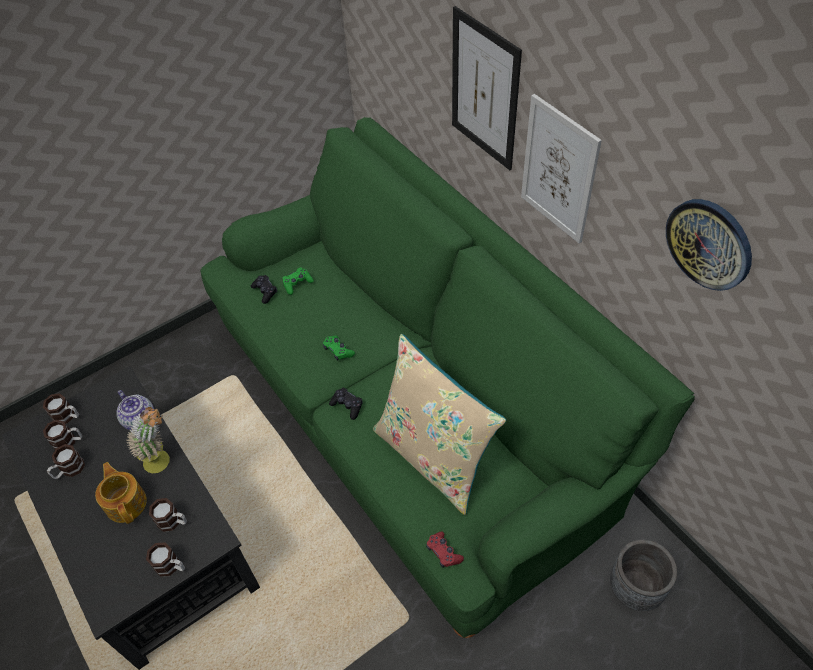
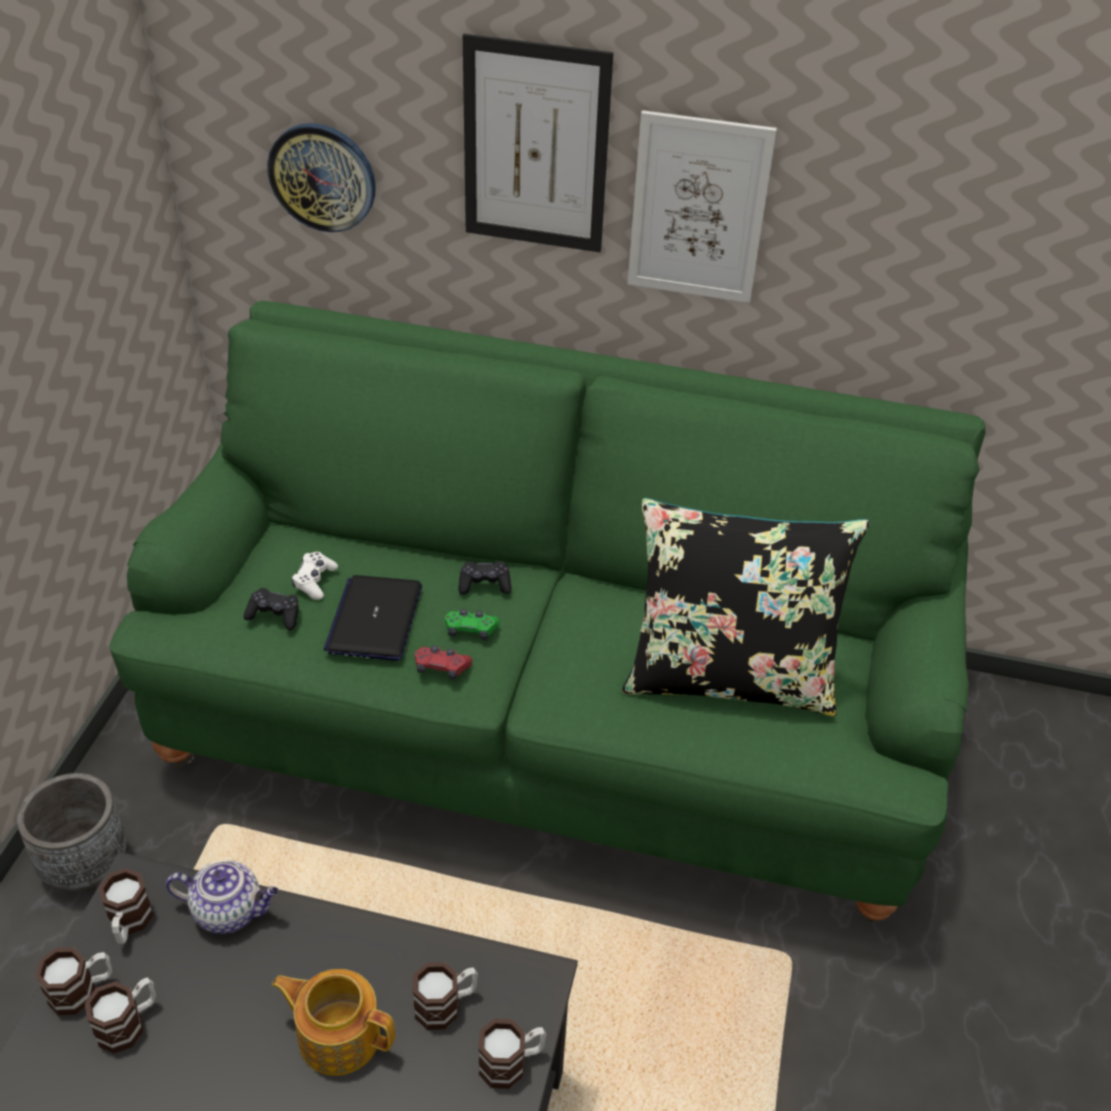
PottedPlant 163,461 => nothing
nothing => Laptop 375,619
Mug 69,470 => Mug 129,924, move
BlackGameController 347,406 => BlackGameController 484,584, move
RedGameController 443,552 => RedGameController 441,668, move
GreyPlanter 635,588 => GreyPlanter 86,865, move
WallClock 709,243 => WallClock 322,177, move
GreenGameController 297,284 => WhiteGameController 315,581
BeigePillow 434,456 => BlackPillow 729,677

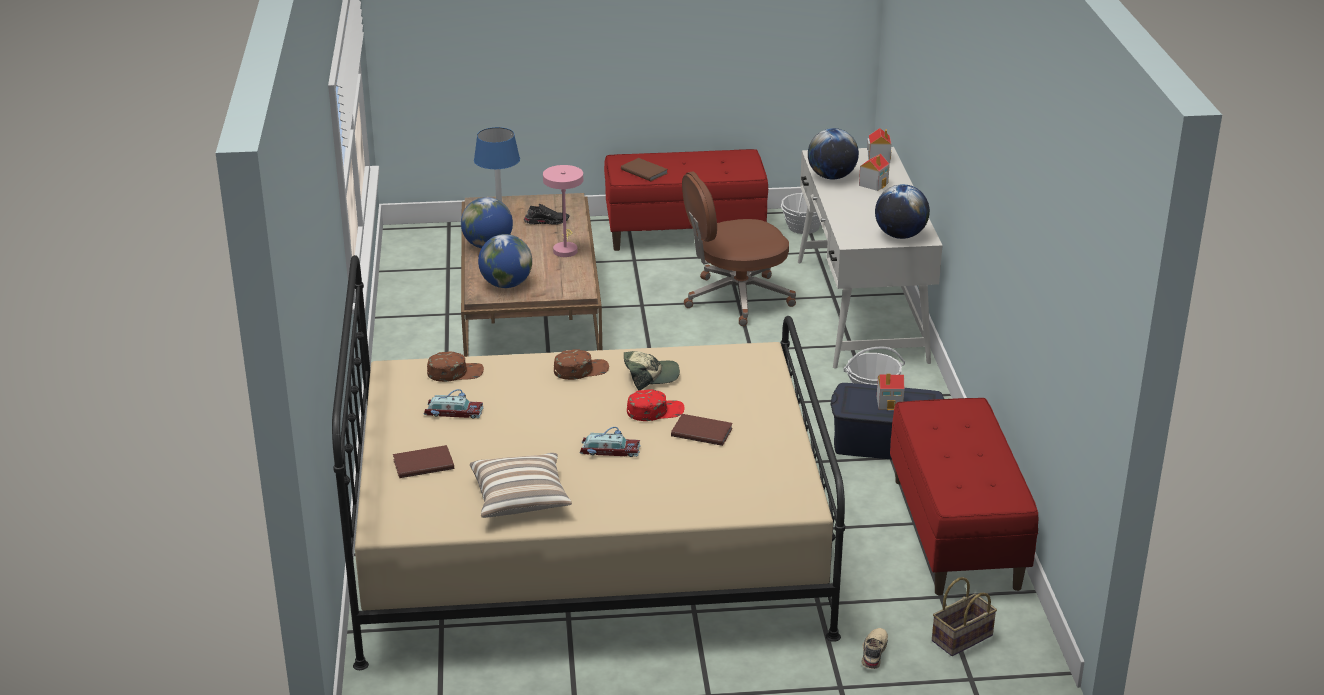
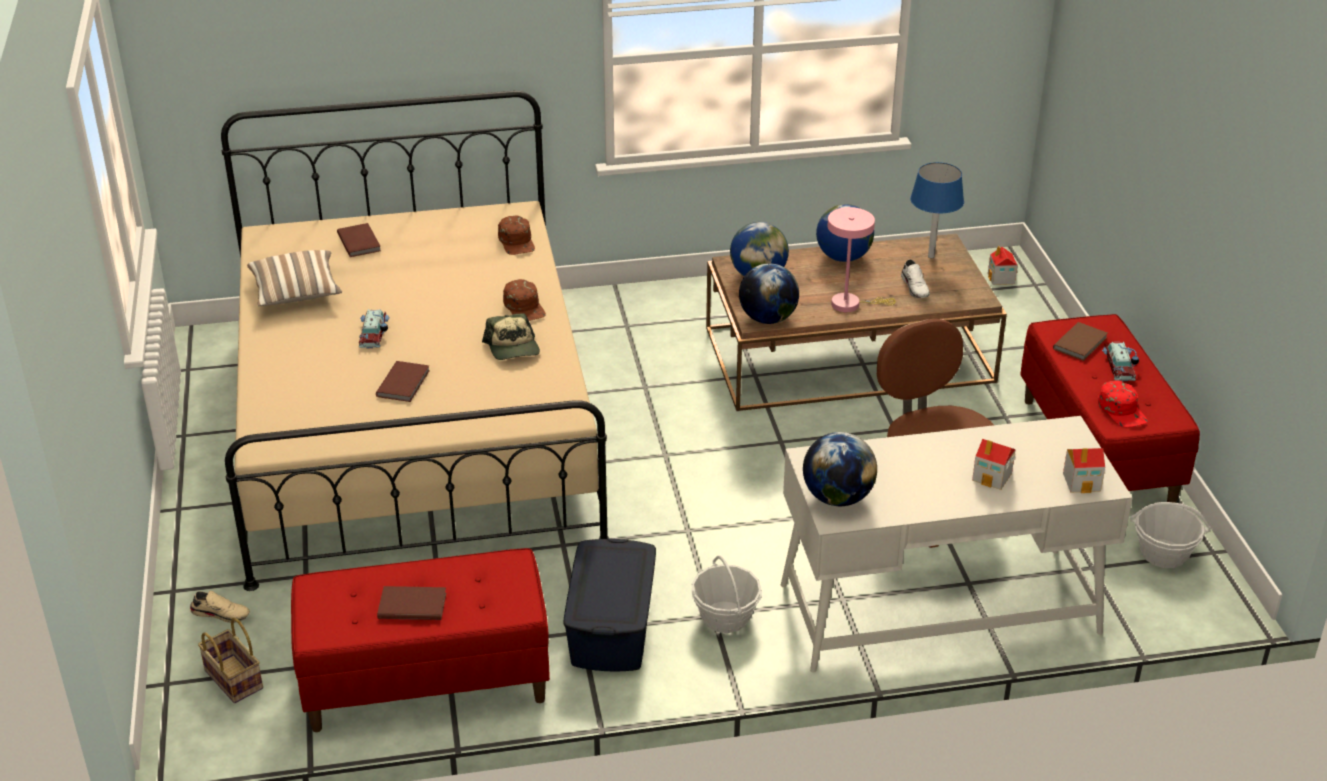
nothing => BrownBook 411,604
ToyCar 453,411 => ToyCar 1120,365, move
RedCap 655,411 => RedCap 1122,410, move
Globe 831,177 => Globe 768,319, move
ToyHouse 890,402 => ToyHouse 1001,278, move
BlackShoe 546,221 => WhiteShoe 915,287

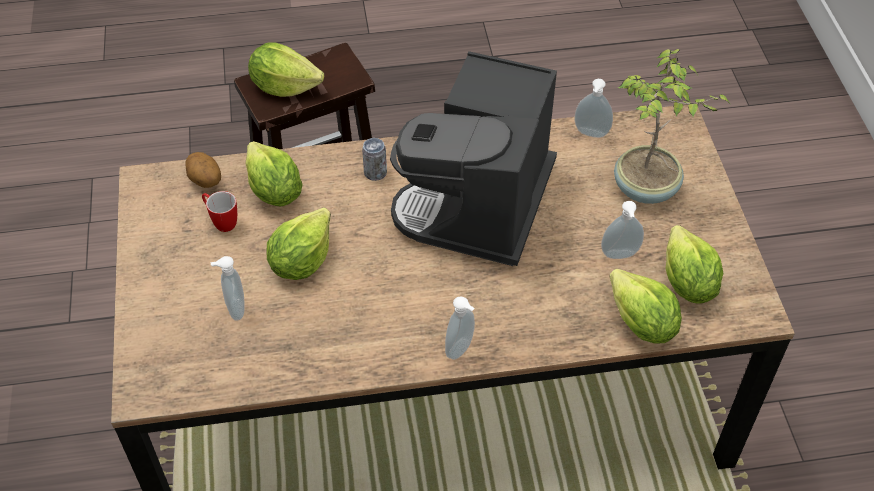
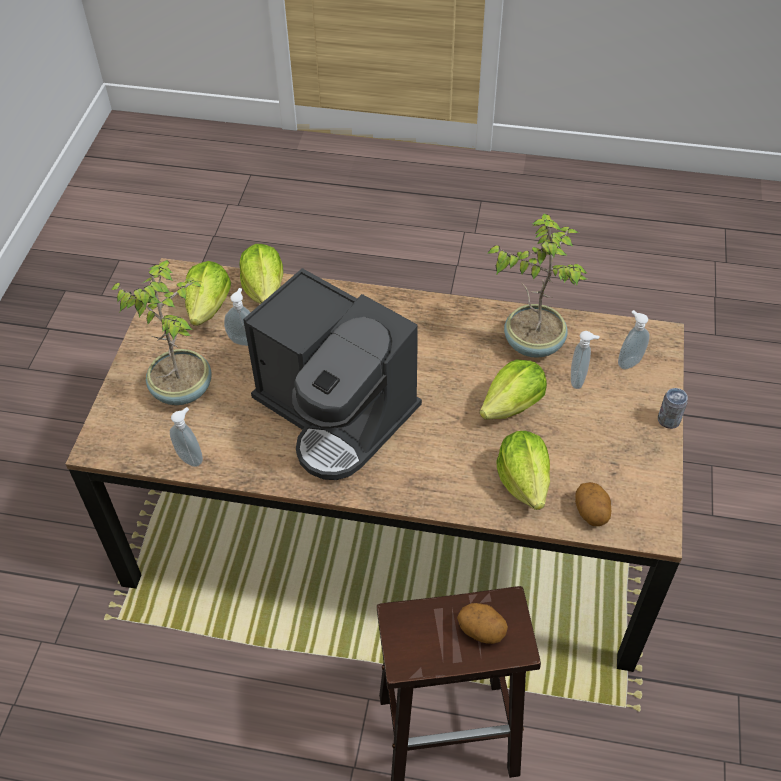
Mug 221,222 => nothing
nothing => PottedPlant 533,342
Can 375,173 => Can 668,420, move
SoapDispenser 461,350 => SoapDispenser 628,361, move
Lettuce 284,86 => Potato 481,630
CoffeeMachine 480,206 => CoffeeMachine 336,413, 90 degrees clockwise

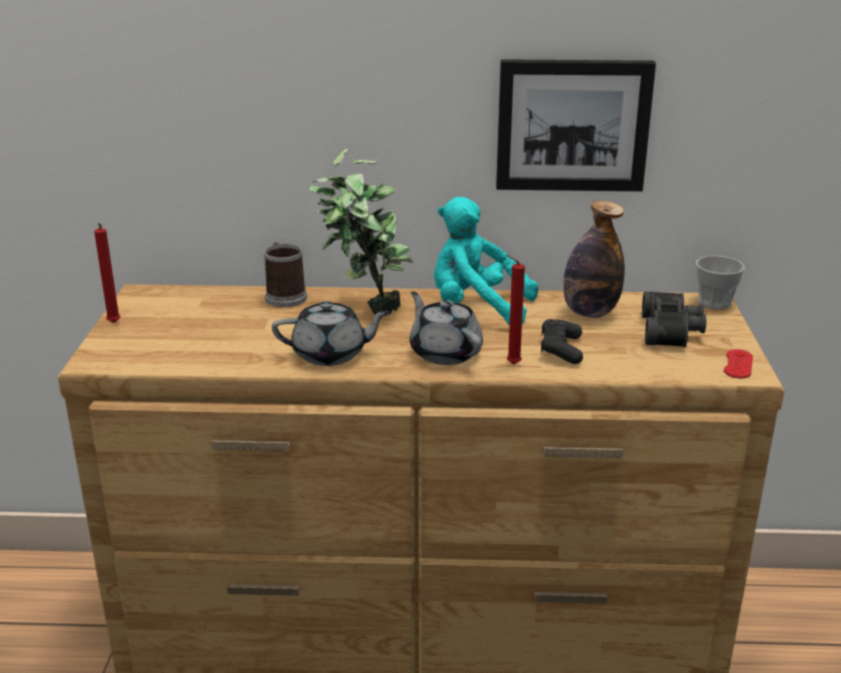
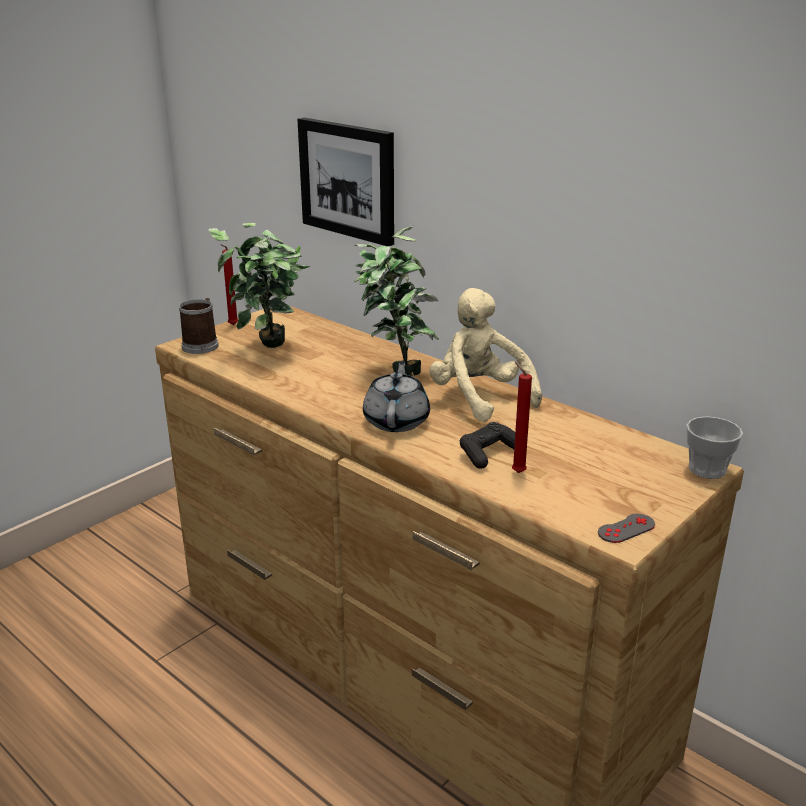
GreyTeapot 331,354 => nothing
Bottle 590,312 => nothing
BlackBinoculars 672,331 => nothing
nothing => PottedPlant 268,350
Mug 284,296 => Mug 202,344, move
Picture 572,125 => Picture 348,180, move
RedCandle 511,364 => RedCandle 516,472, move
TurquoisePlushToy 476,309 => BeigePlushToy 479,398
RedGameController 738,364 => GreyGameController 626,528

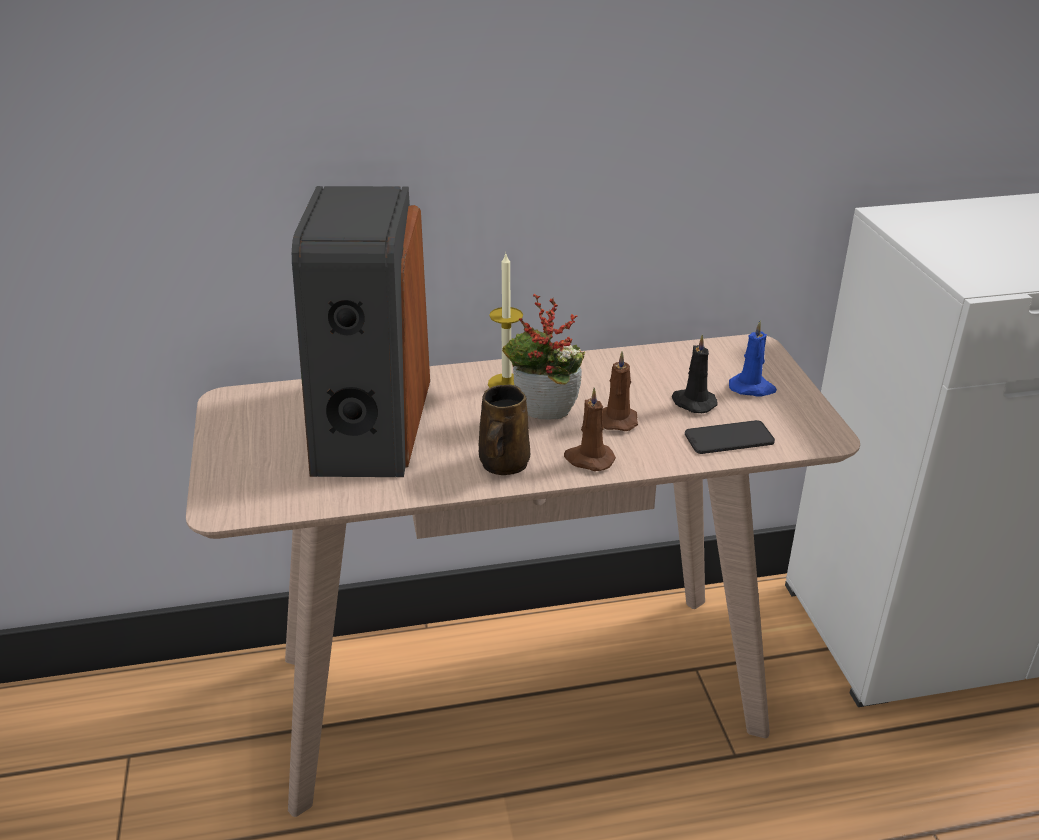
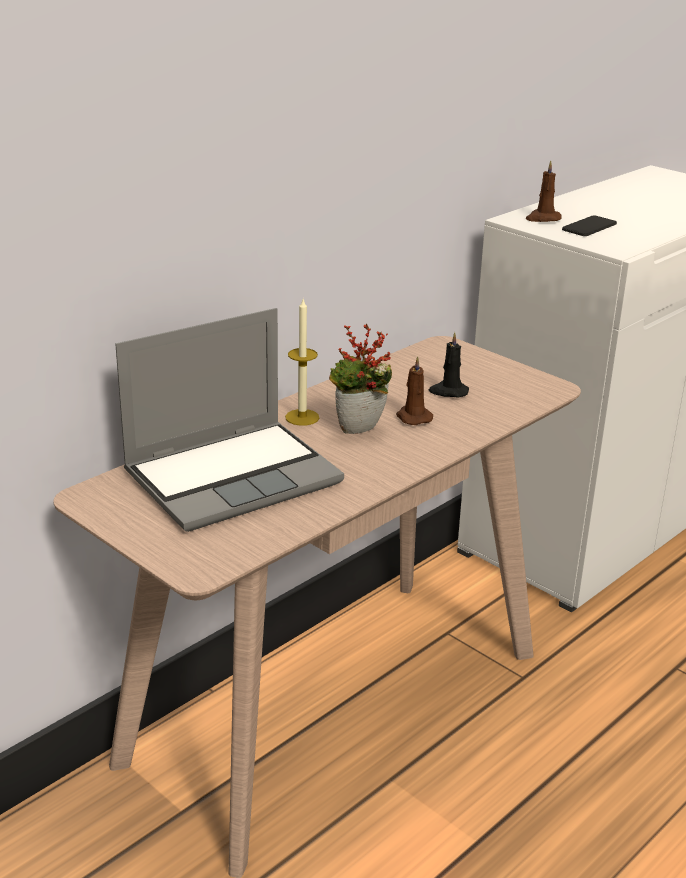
BrownMug 503,465 => nothing
BlueCandle 752,388 => nothing
BrownCandle 588,459 => BrownCandle 542,218, move
Phone 729,438 => Phone 589,227, move
Speaker 369,424 => Laptop 234,476

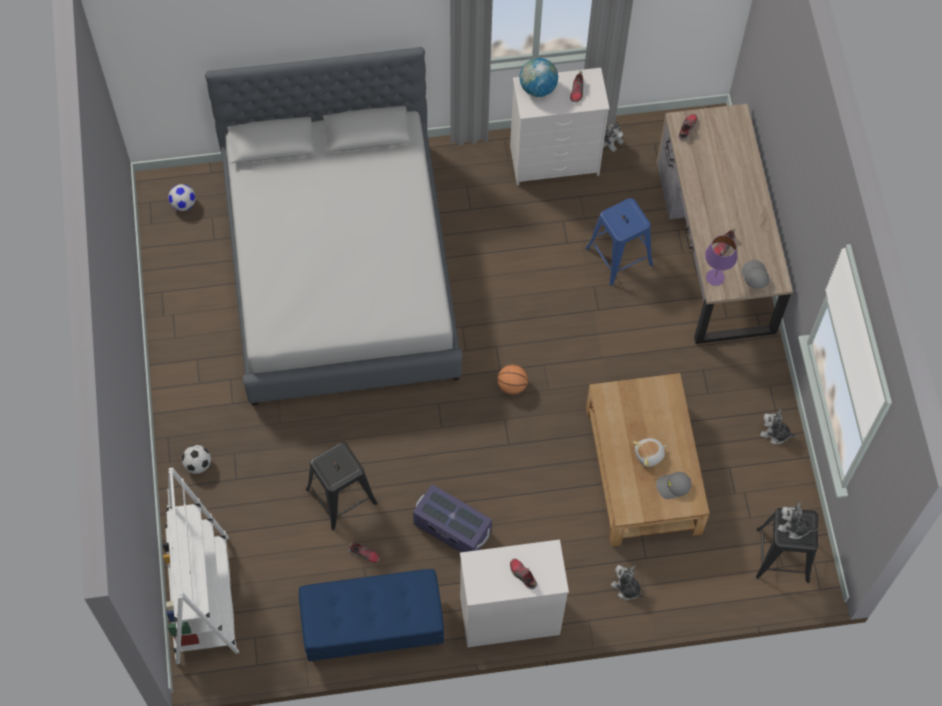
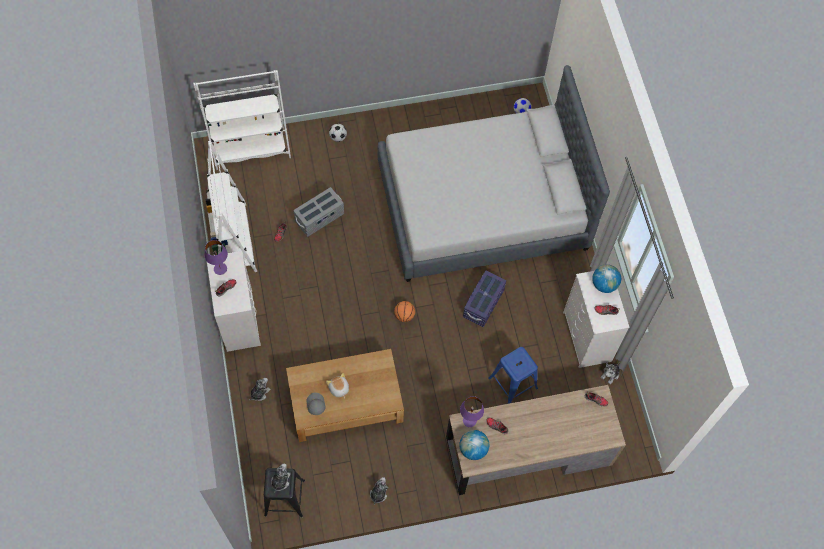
nothing => PurpleTableLamp 220,269
PurpleStorageBox 452,528 => PurpleStorageBox 483,304, move
BlueBench 372,627 => WhiteBookcase 232,241
BlackStool 341,496 => GreyStorageBox 319,218
GreyCap 754,276 => Globe 473,449

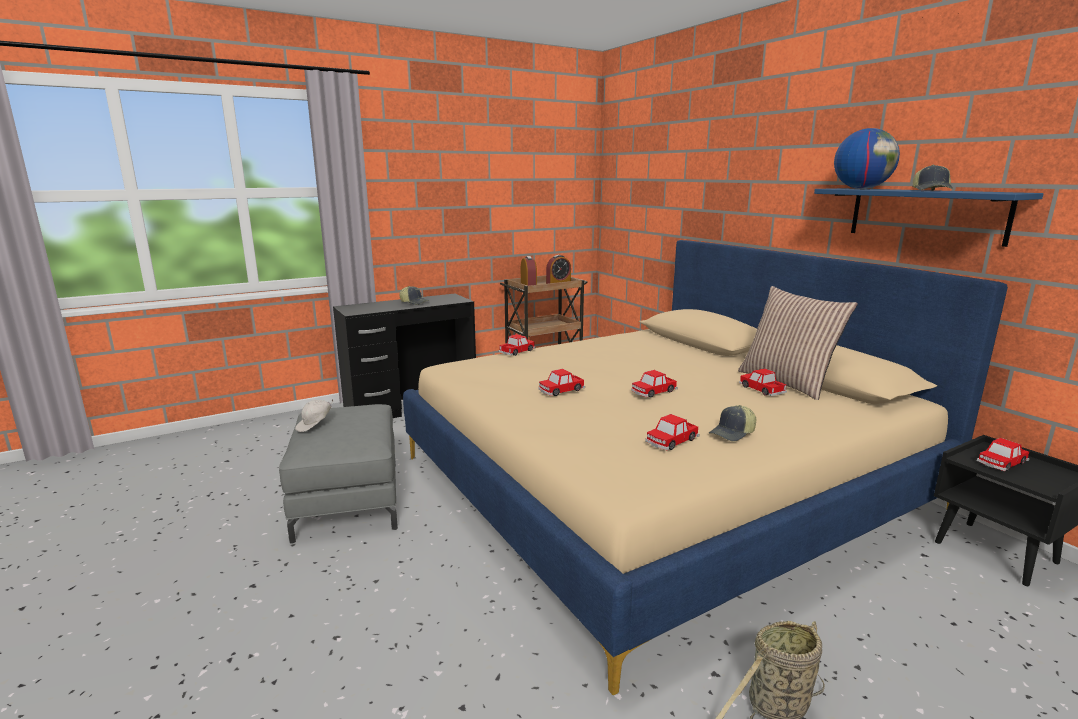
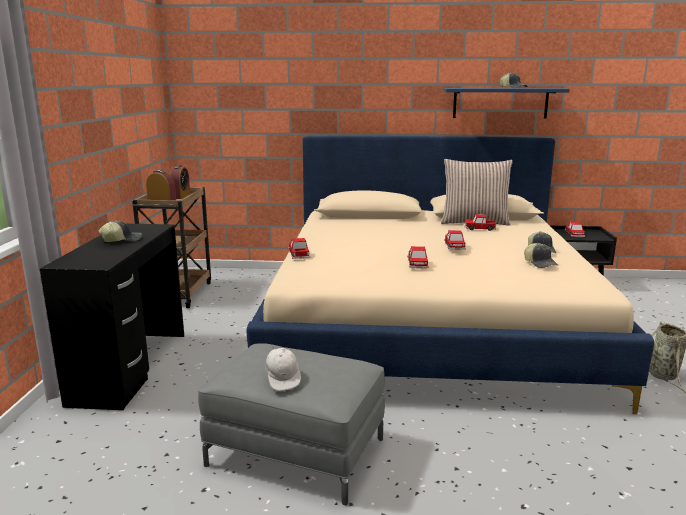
Globe 861,188 => nothing
ToyCar 671,441 => Cap 540,263

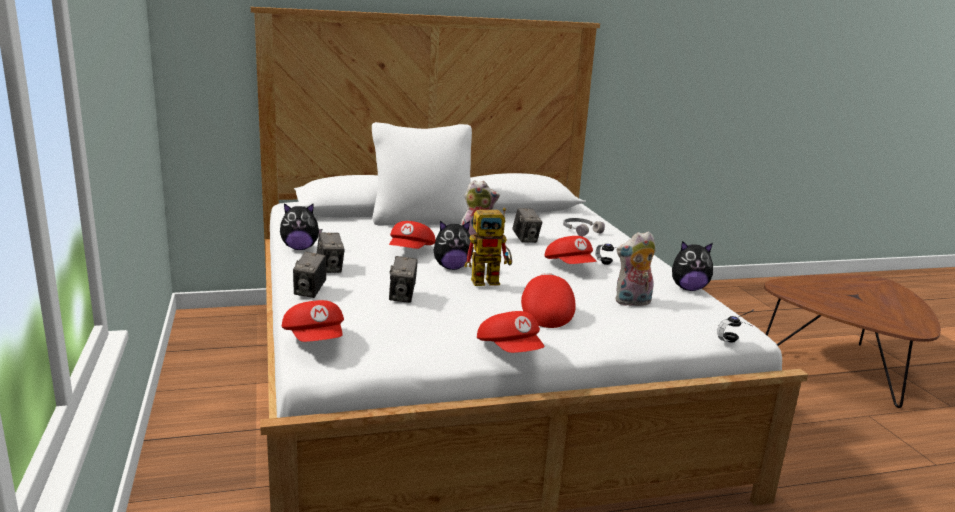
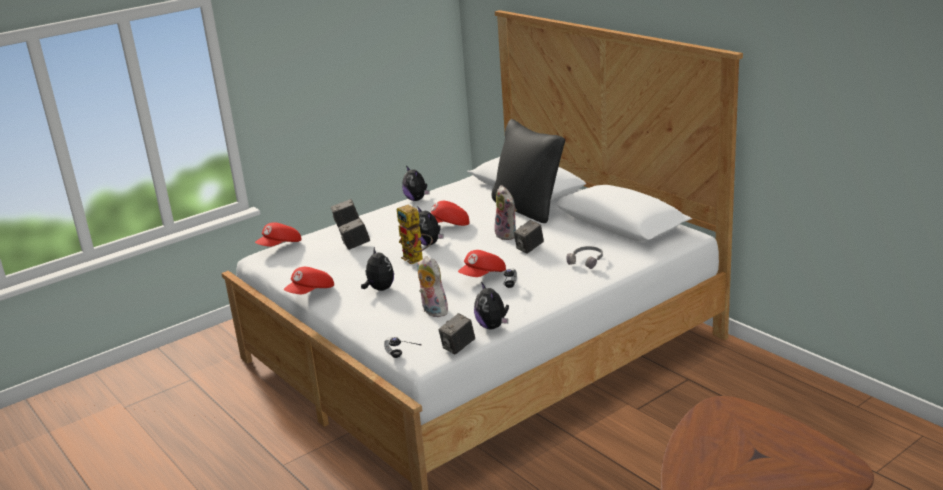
PhotoCamera 330,268 => PhotoCamera 458,347, move
RedCap 545,314 => PlushToy 379,289
WhitePillow 422,220 => BlackPillow 528,208

